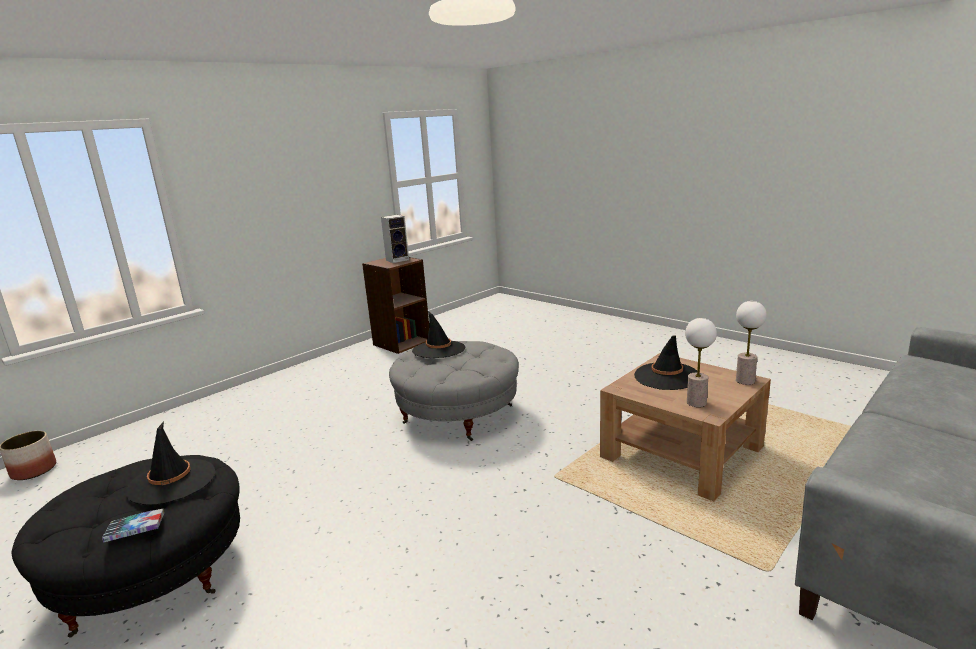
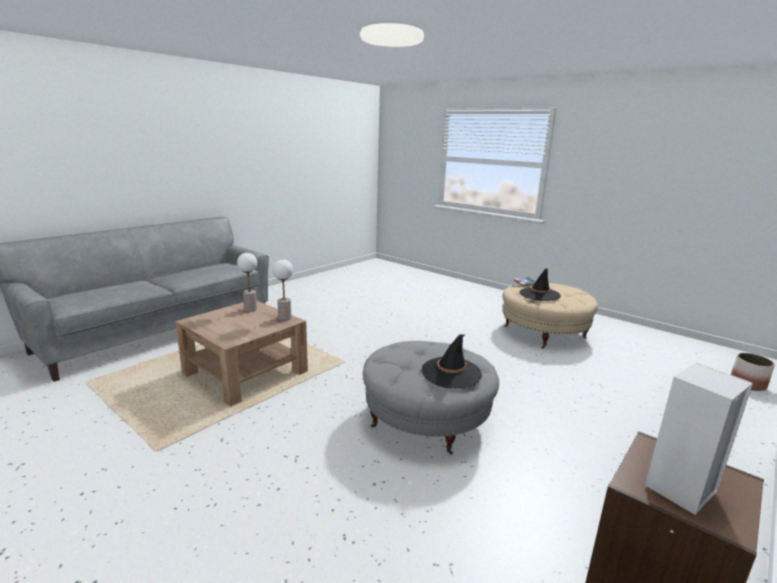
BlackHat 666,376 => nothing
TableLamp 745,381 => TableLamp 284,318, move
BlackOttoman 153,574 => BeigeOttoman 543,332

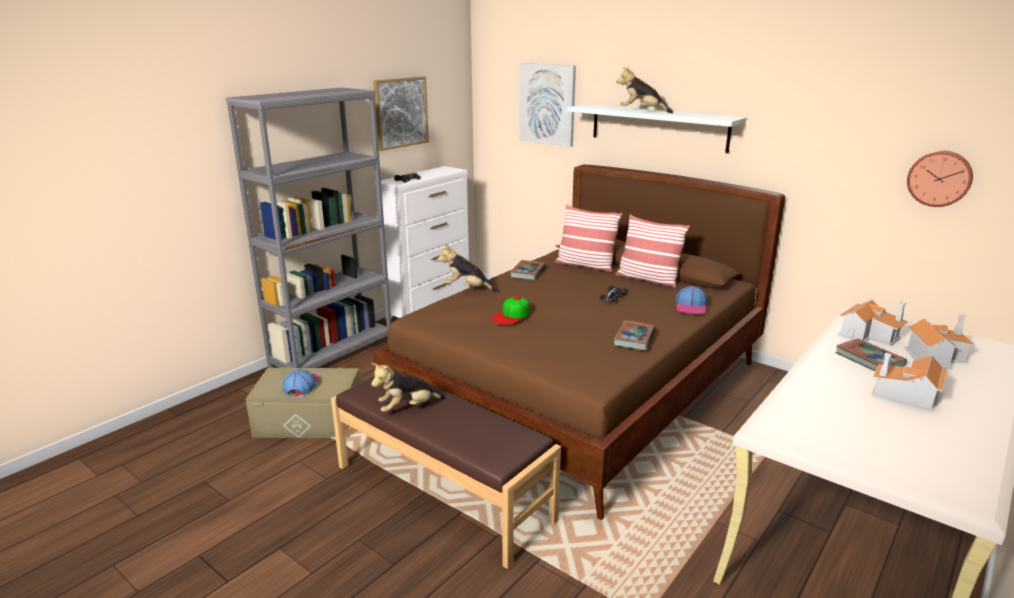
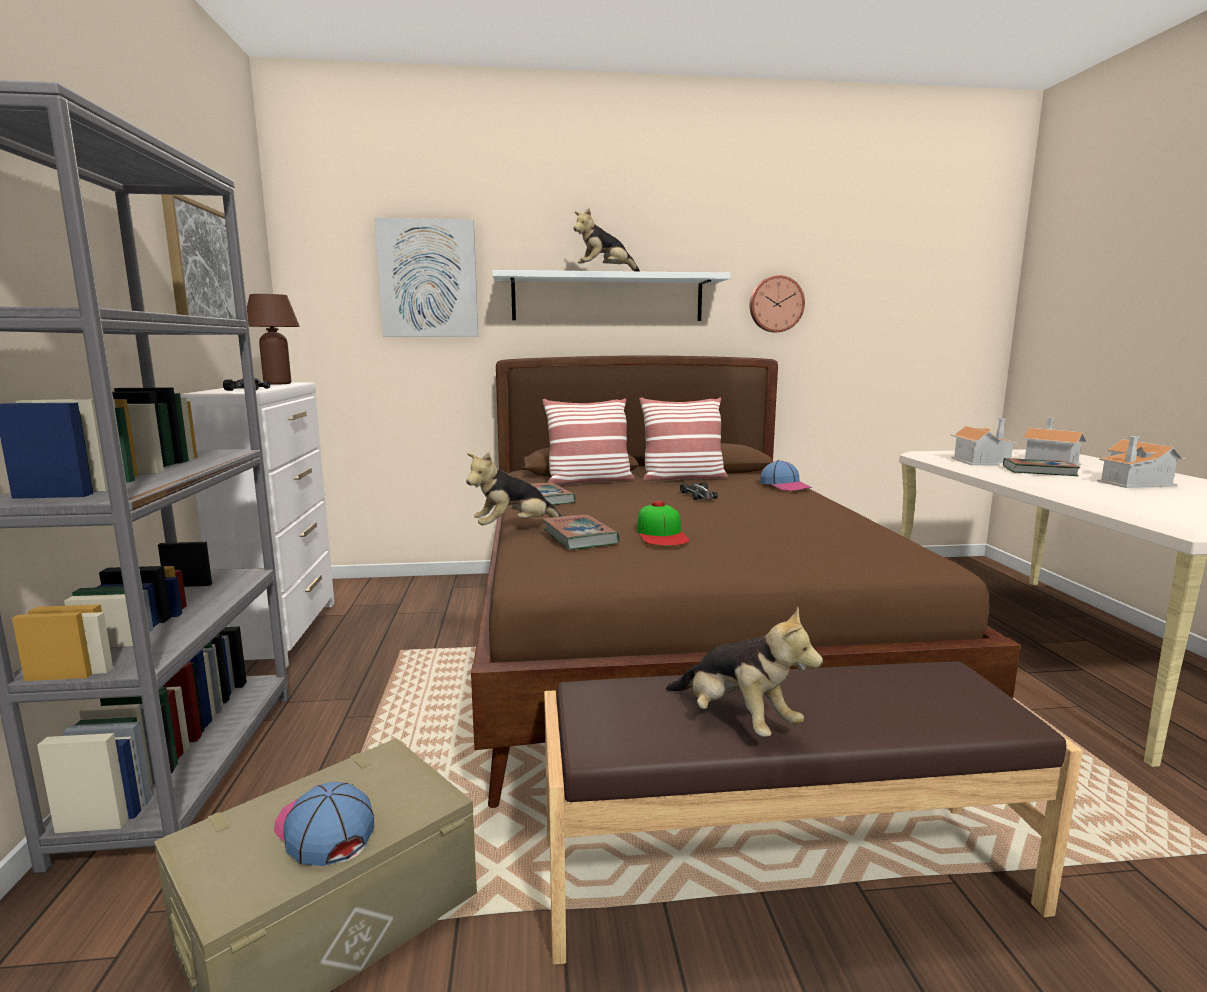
nothing => BrownTableLamp 277,383
Book 634,339 => Book 580,537, move
WallClock 939,178 => WallClock 775,304, move
PlushToy 407,408 => PlushToy 736,721, 60 degrees counterclockwise

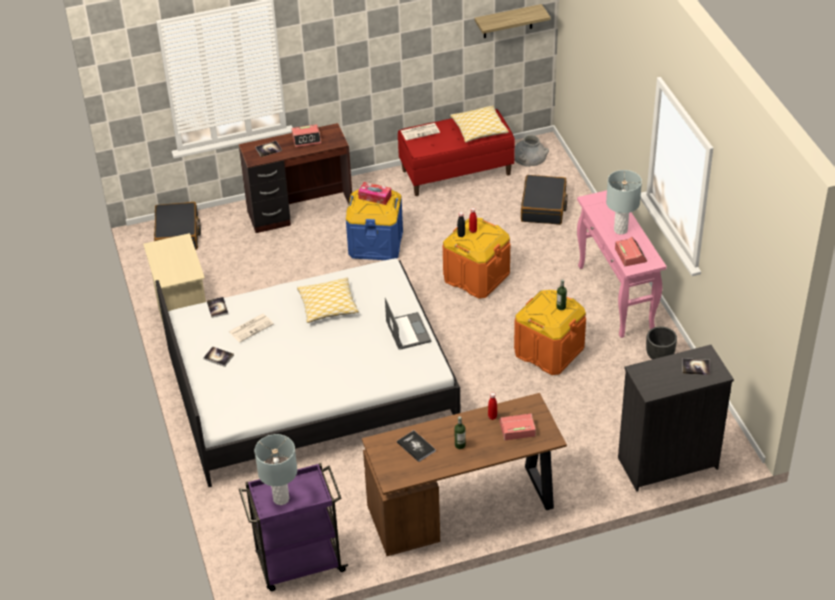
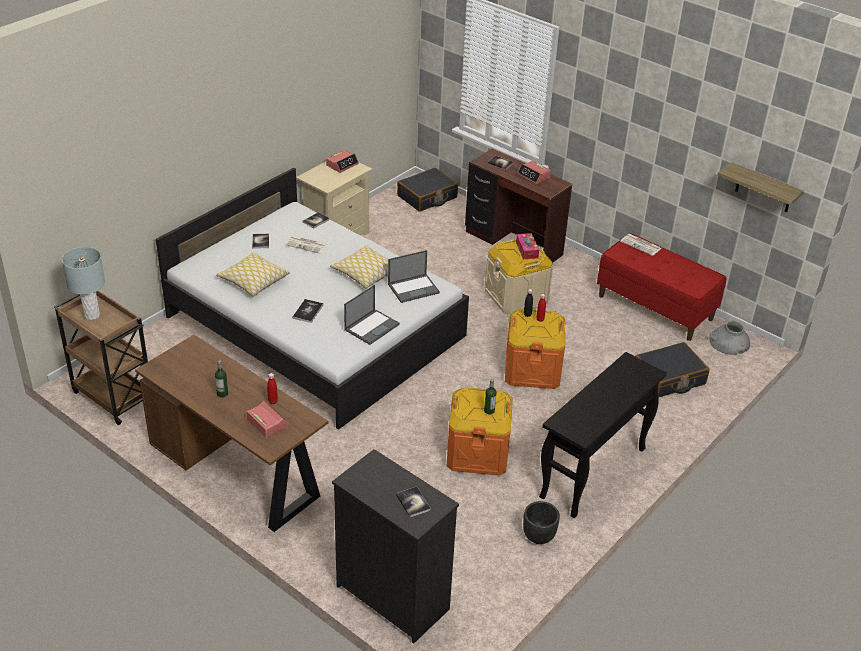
GreyTableLamp 620,230 => nothing
nothing => Laptop 414,288
Book 416,446 => Book 308,311, move
Pillow 479,130 => Pillow 253,280, move
AlarmClock 630,255 => AlarmClock 342,164, move
PurpleCart 298,563 => BrownCart 112,396
BlueStorageBox 375,243 => BeigeStorageBox 516,297
PinkConsoleTable 616,298 => BlackConsoleTable 593,474

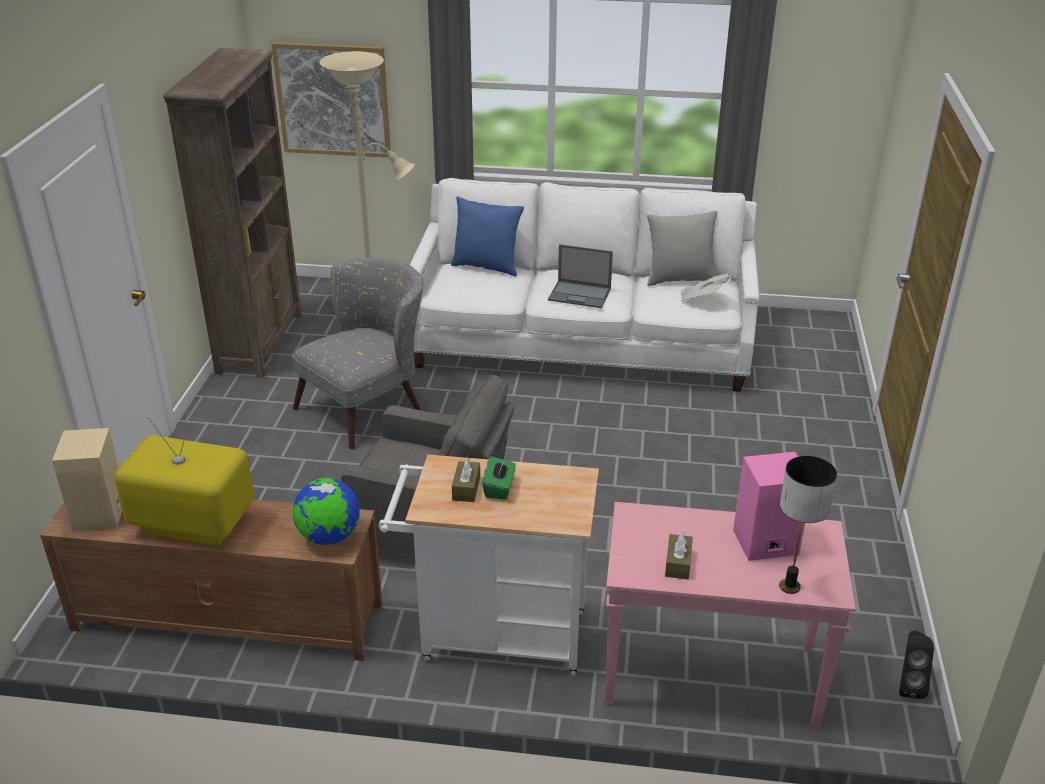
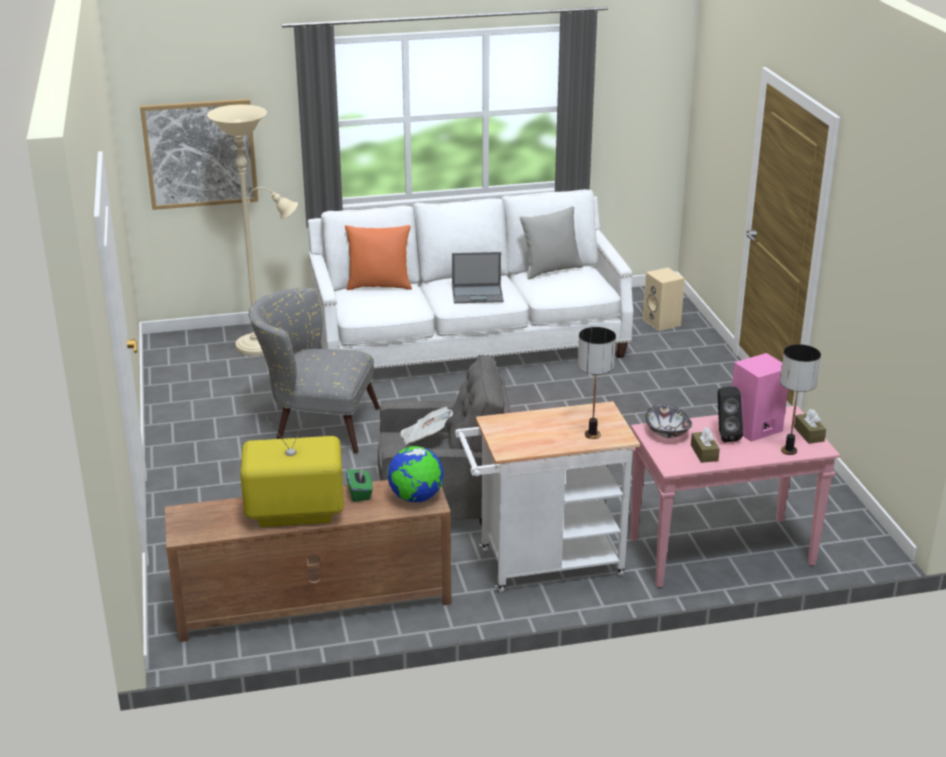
BrownBookcase 260,342 => nothing
nothing => TableLamp 592,435
nothing => Bowl 668,433
BeigeSpeaker 100,514 => BeigeSpeaker 662,322, move
BrownTissueBox 466,488 => BrownTissueBox 809,434, move
GreenTissueBox 499,488 => GreenTissueBox 360,493, move
Newspaper 702,299 => Newspaper 425,437, move
BlackSpeaker 908,685 => BlackSpeaker 724,436, move
BluePillow 487,266 => OrangePillow 379,286
GreyArmchair 369,406 => GreyArmchair 316,425, 105 degrees counterclockwise

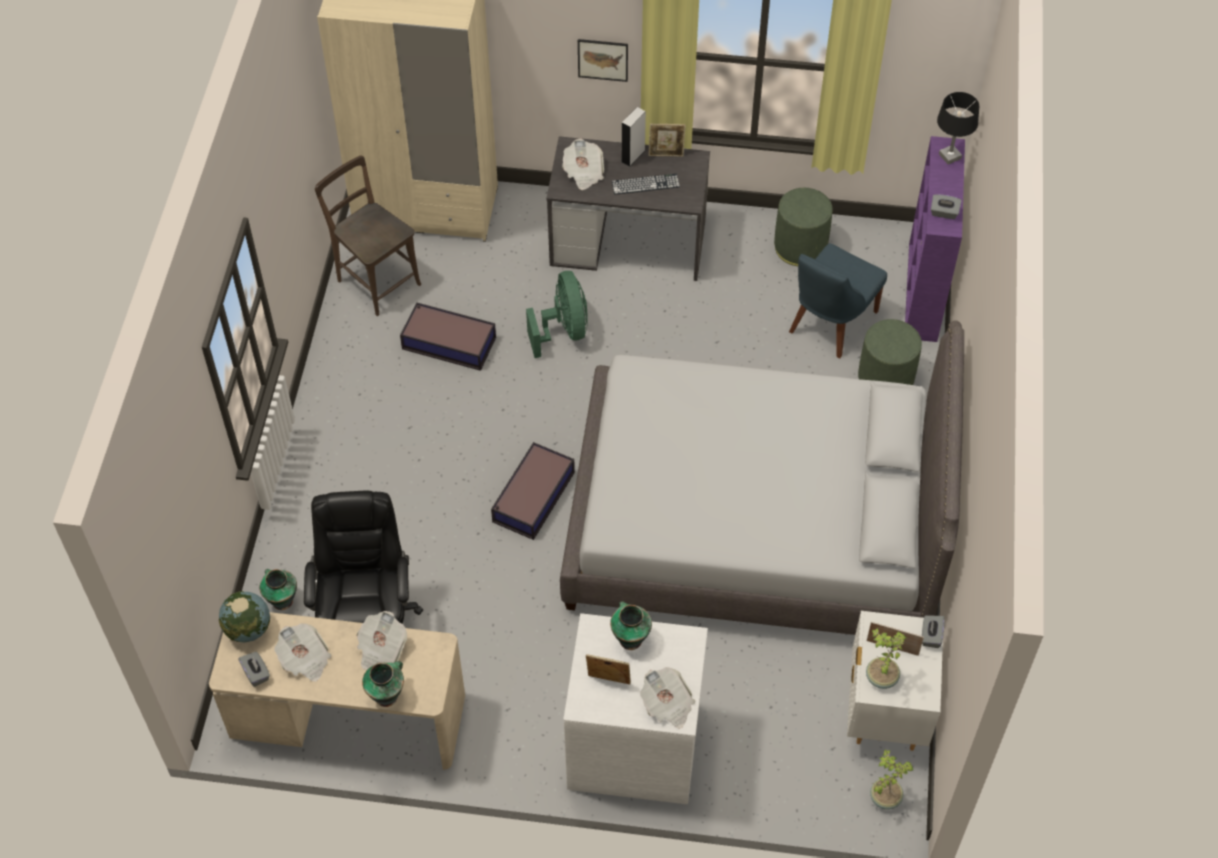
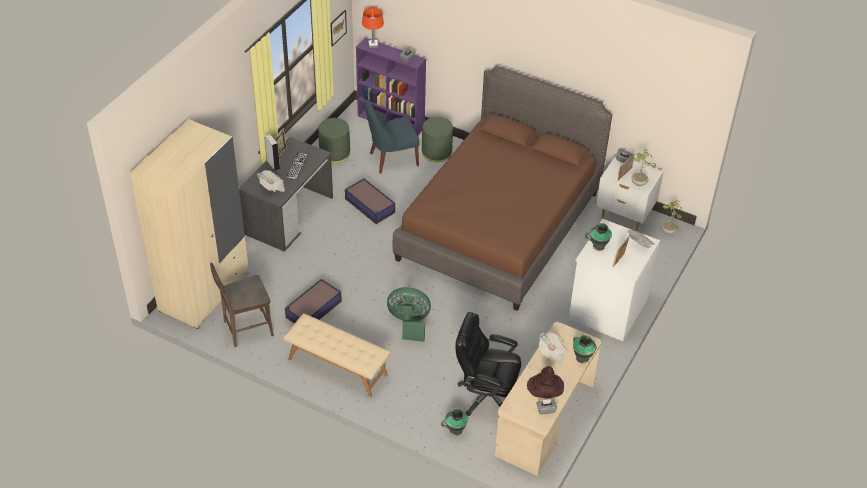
Globe 248,629 => nothing
nothing => BeigeBench 337,367
StorageBox 532,498 => StorageBox 370,206, move
GreenFan 563,331 => GreenFan 409,323, move
Picture 603,59 => Picture 338,28, move
Newspaper 305,659 => BrownHat 545,386
GreyBed 754,524 => BrownBed 499,225
BlackTableLamp 950,156 => OrangeTableLamp 373,45
BlueChair 830,324 => BlueChair 391,159, 105 degrees clockwise

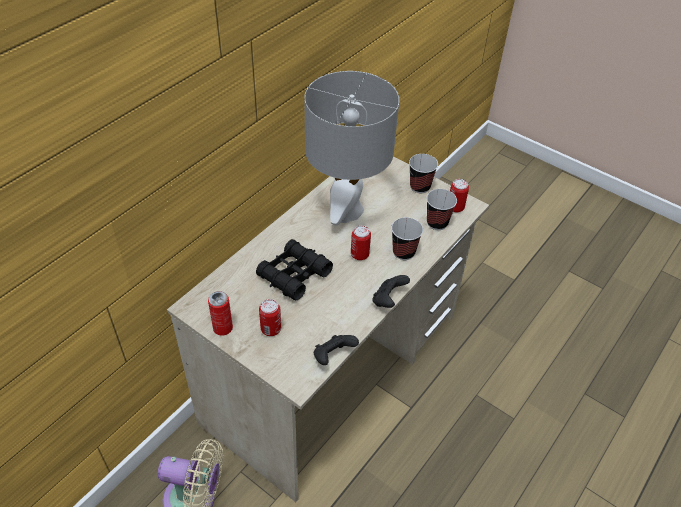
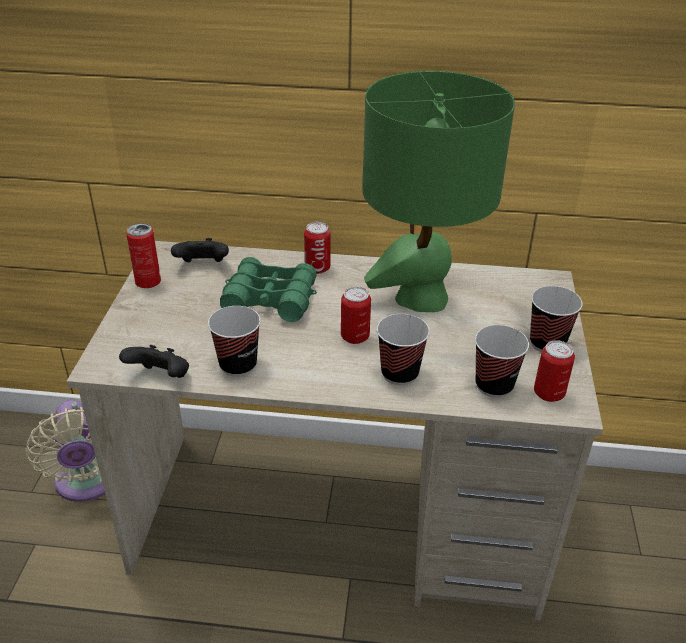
nothing => Cup 238,365
Can 271,329 => Can 317,268, move
BlackGameController 388,300 => BlackGameController 203,266, move
BlackBinoculars 294,275 => GreenBinoculars 270,299
GreyTableLamp 346,211 => GreenTableLamp 421,298

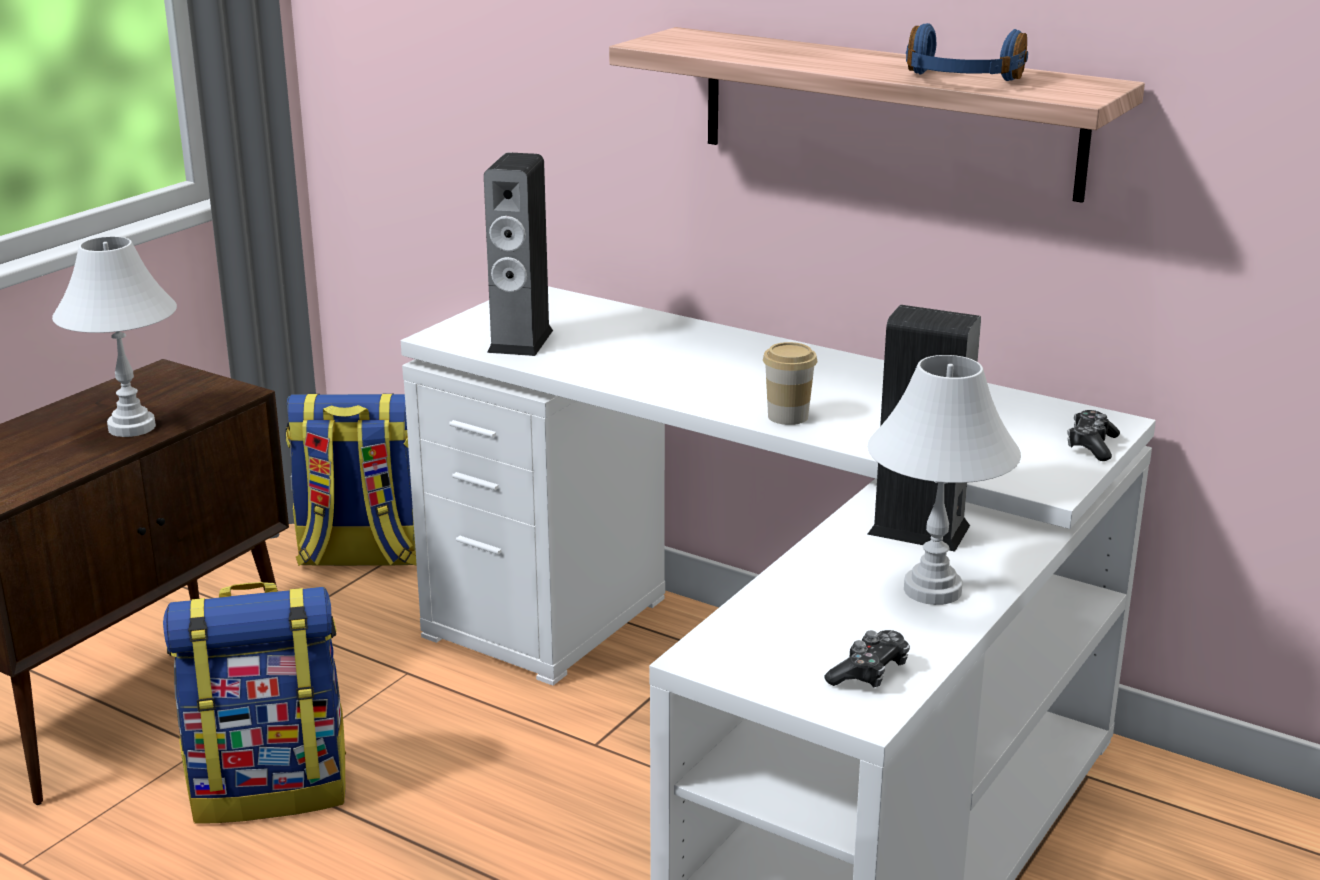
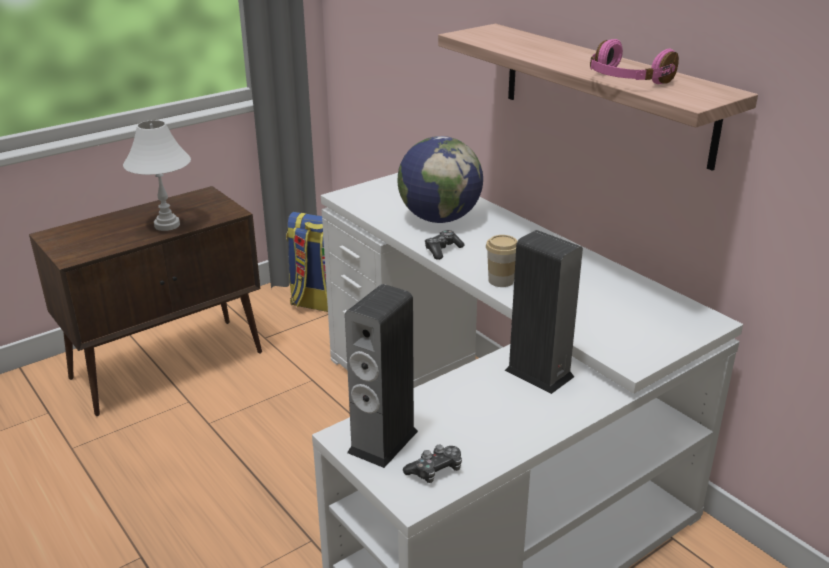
Backpack 271,788 => nothing
WhiteTableLamp 933,590 => nothing
nothing => Globe 439,218
Speaker 520,341 => Speaker 383,441, move
GameController 1091,446 => GameController 442,250, move
BlueHeadphones 961,80 => PinkHeadphones 627,80

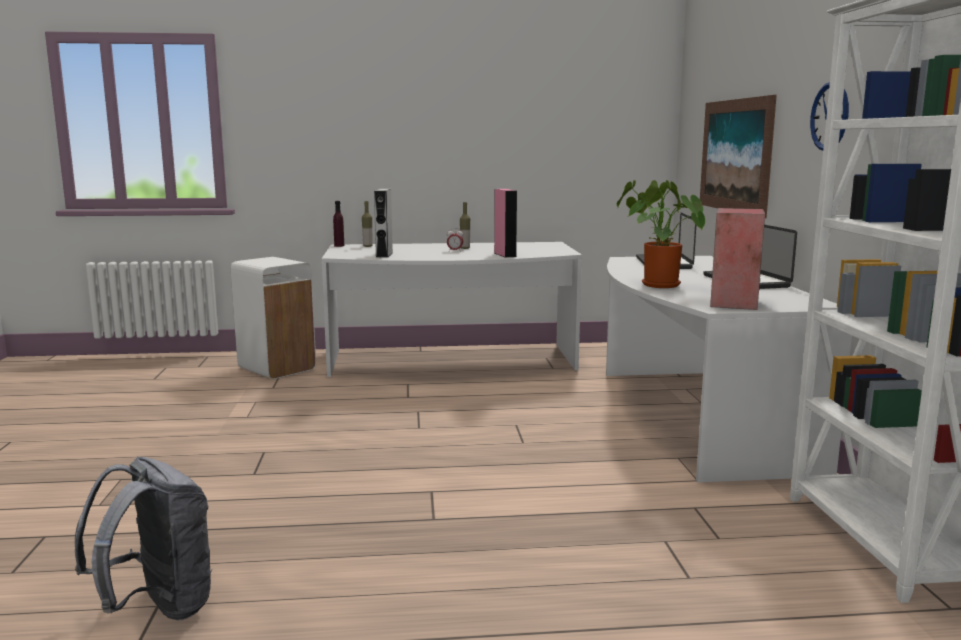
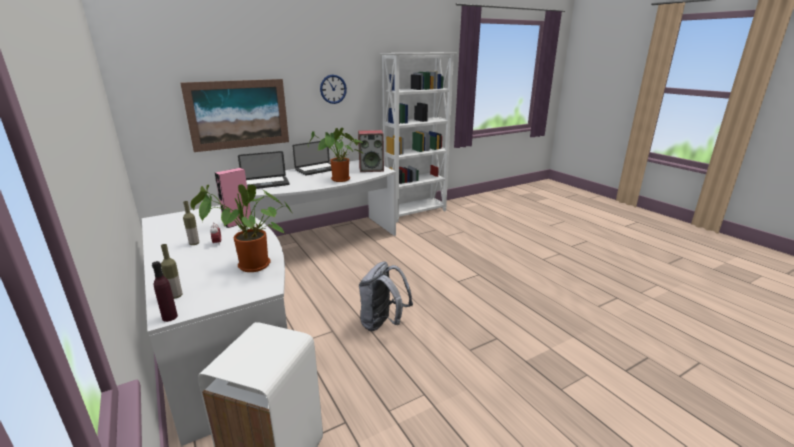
GreyBackpack 158,608 => GreyBackpack 383,323, move
GreySpeaker 384,255 => PottedPlant 251,267

